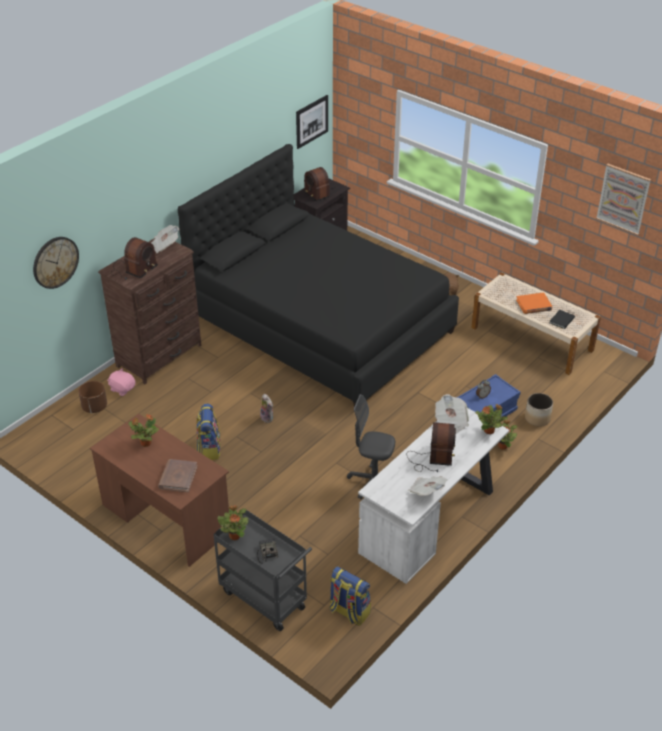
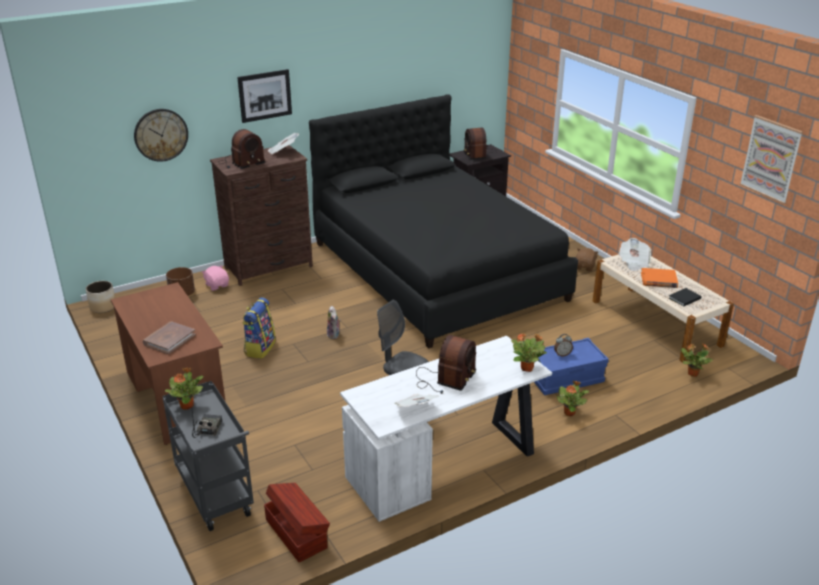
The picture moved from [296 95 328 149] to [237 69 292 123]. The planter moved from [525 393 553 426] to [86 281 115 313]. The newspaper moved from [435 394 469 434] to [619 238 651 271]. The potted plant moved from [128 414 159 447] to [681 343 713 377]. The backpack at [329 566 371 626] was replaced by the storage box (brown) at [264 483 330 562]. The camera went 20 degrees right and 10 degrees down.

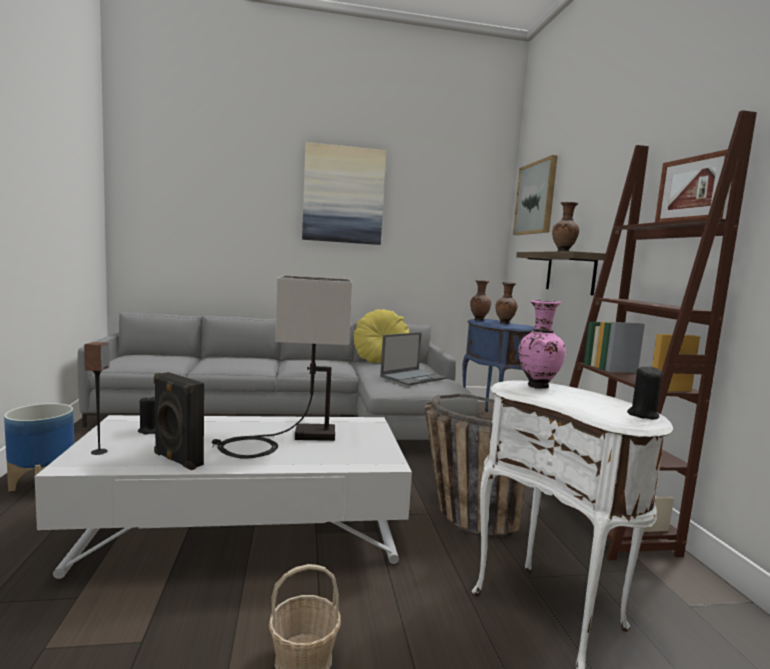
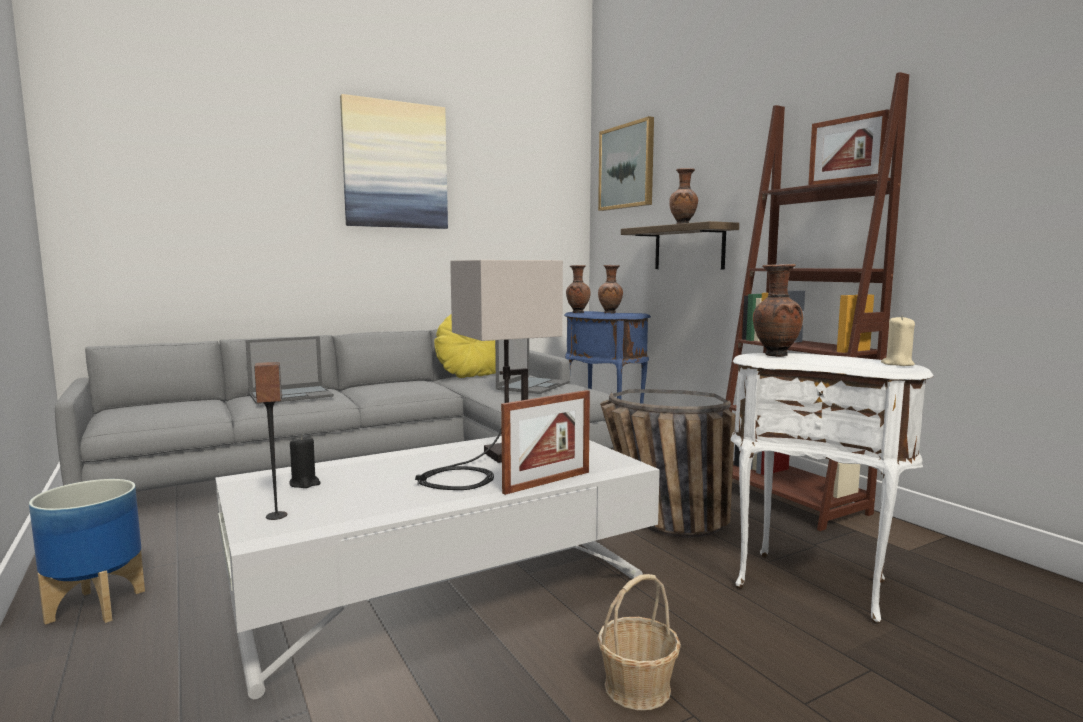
The vase (pink) at [518 300 566 389] became the vase (brown) at [753 264 803 357]. The candle (black) at [627 365 663 419] became the candle (beige) at [881 315 915 366]. The speaker (black) at [154 372 204 470] disappeared. The laptop at [245 336 334 404] appeared. The picture frame at [501 390 590 495] appeared. The camera went 20 degrees left and 0 degrees up.

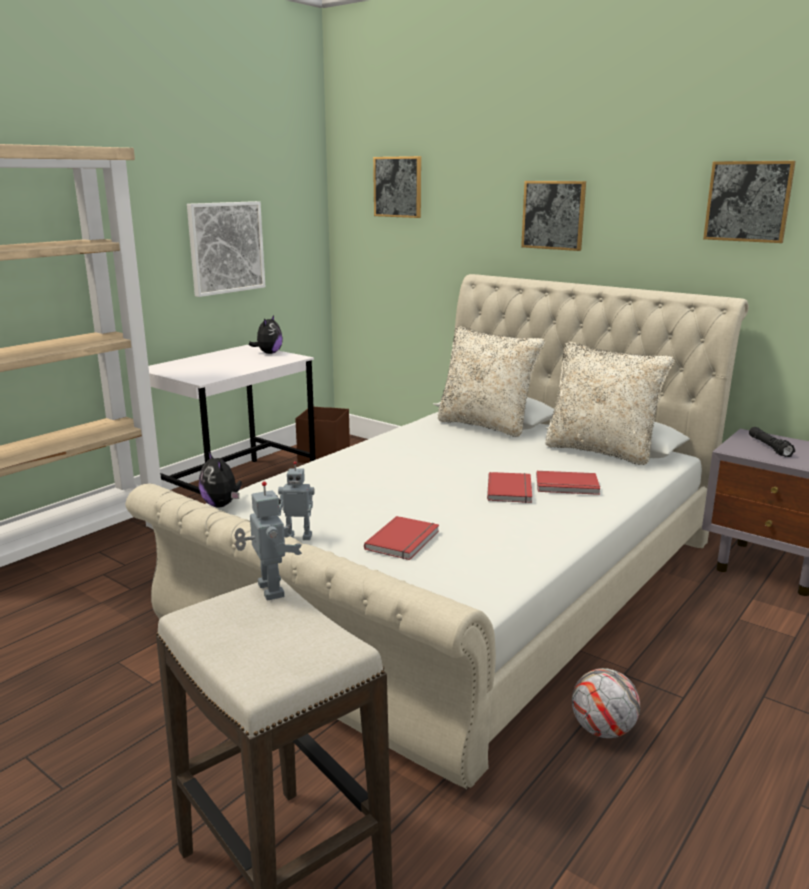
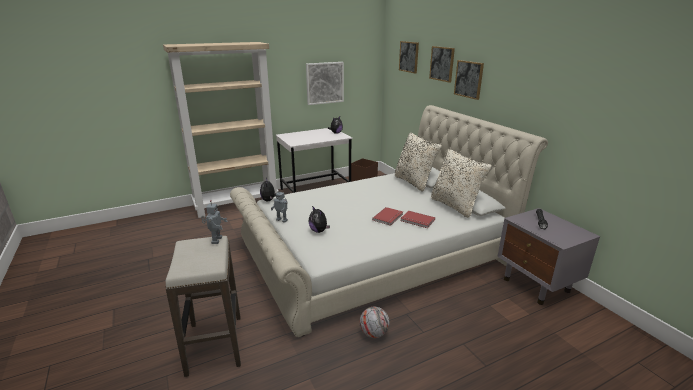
The picture moved from [703 161 796 243] to [429 46 455 83]. The book (red) at [364 516 439 560] was replaced by the plush toy at [309 206 330 233]. The camera went 25 degrees right and 5 degrees up.

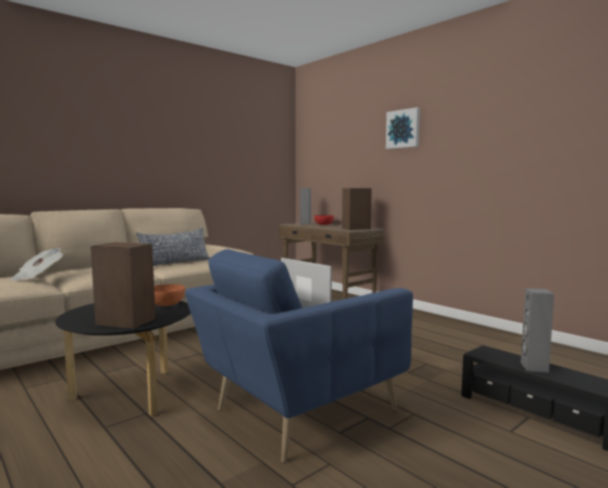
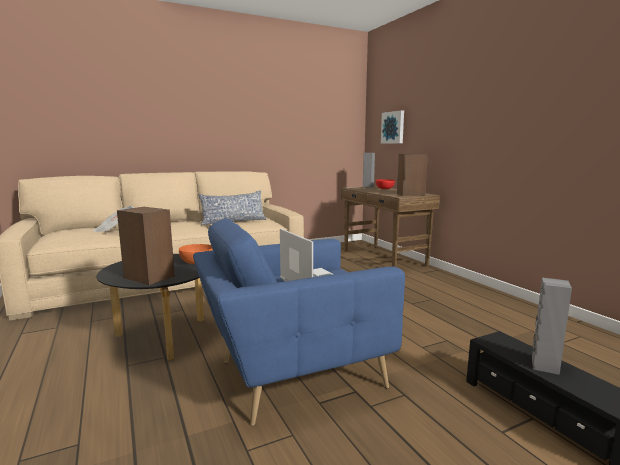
The picture moved from [386 107 420 149] to [381 110 404 144]. The camera went 15 degrees right and 5 degrees up.

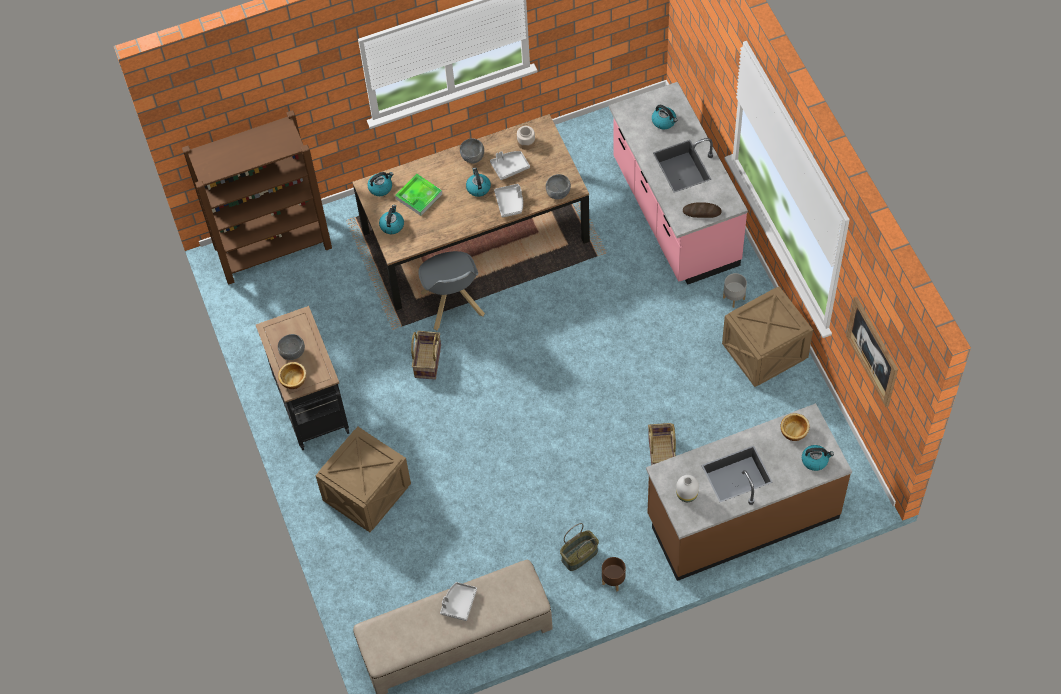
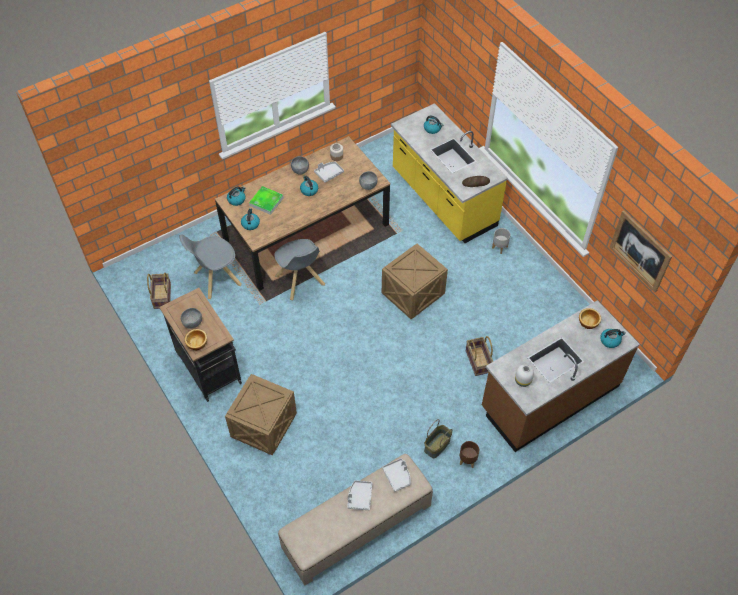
The counter (pink) at [609 82 748 285] became the counter (yellow) at [391 103 508 243]. The bookcase (brown) at [182 110 332 284] disappeared. The tray (grey) moved from [494 184 523 218] to [382 458 411 492]. The crate moved from [722 286 813 387] to [382 244 448 319]. The basket moved from [411 331 441 380] to [147 273 171 309]. The chair (grey) at [179 234 242 299] appeared. The camera went 15 degrees left and 5 degrees down.

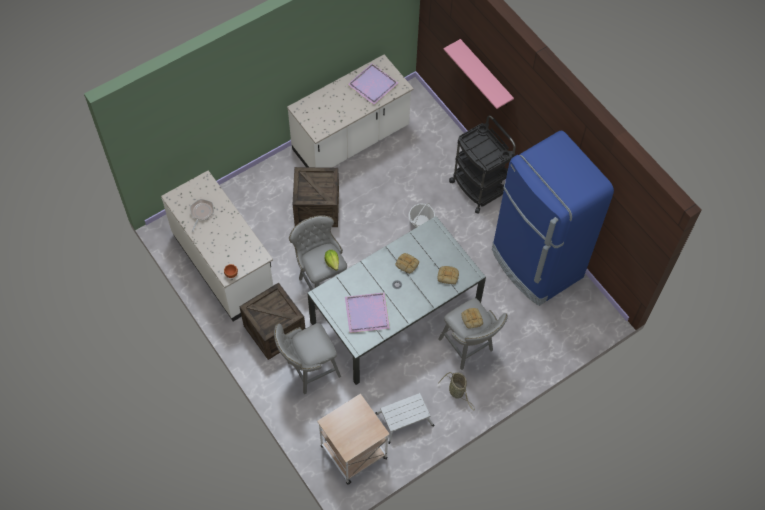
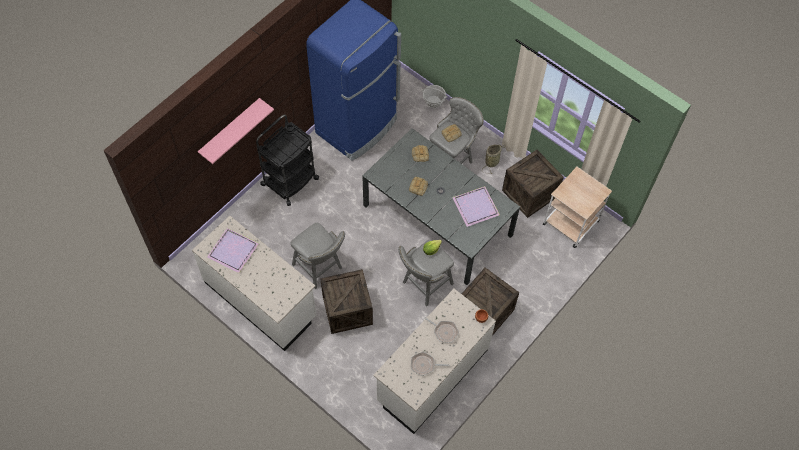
The basket moved from [408 203 435 228] to [422 85 447 108]. The stool (grey) moved from [274 323 341 394] to [290 223 345 289]. The step ladder (white) at [375 393 435 444] was replaced by the crate at [502 150 564 218]. The frying pan at [424 318 459 343] appeared. The camera went 105 degrees left and 0 degrees up.

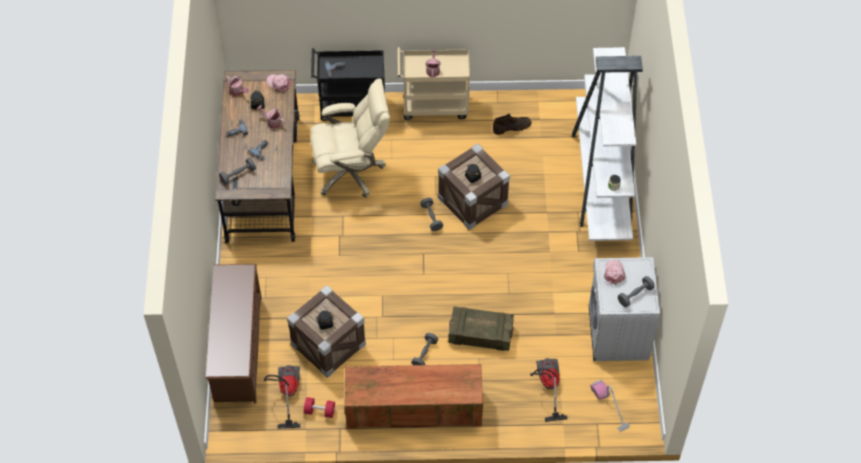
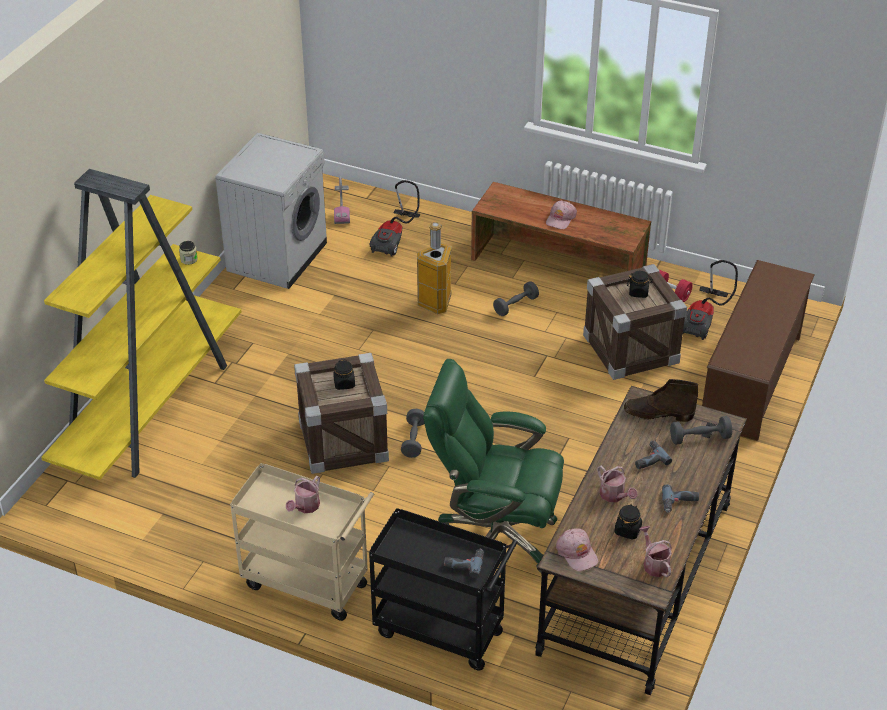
The bookcase (white) at [572 47 643 241] became the bookcase (yellow) at [41 169 242 480]. The office chair (beige) at [311 78 390 198] became the office chair (green) at [423 359 564 573]. The boot (brown) moved from [493 113 531 135] to [624 379 698 422]. The cap (pink) moved from [604 259 626 285] to [546 201 577 229]. The dumbbell (grey) at [618 276 655 307] disappeared. The crate at [448 306 514 351] was replaced by the trash can at [417 222 452 314]. The camera went 155 degrees left and 15 degrees down.

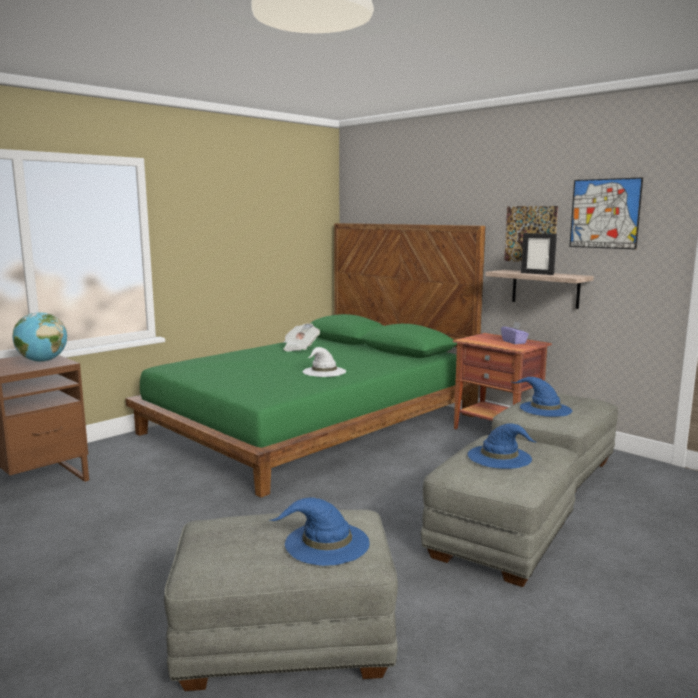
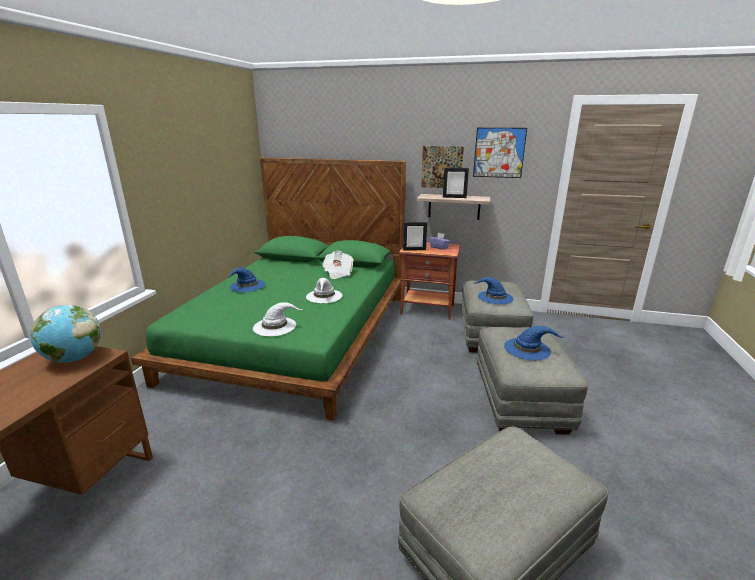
The newspaper moved from [283 323 320 351] to [322 251 354 279]. The hat (blue) moved from [270 497 370 566] to [227 268 265 292]. The picture frame at [403 222 427 251] appeared. The hat (white) at [253 302 303 336] appeared. The camera went 30 degrees left and 10 degrees up.

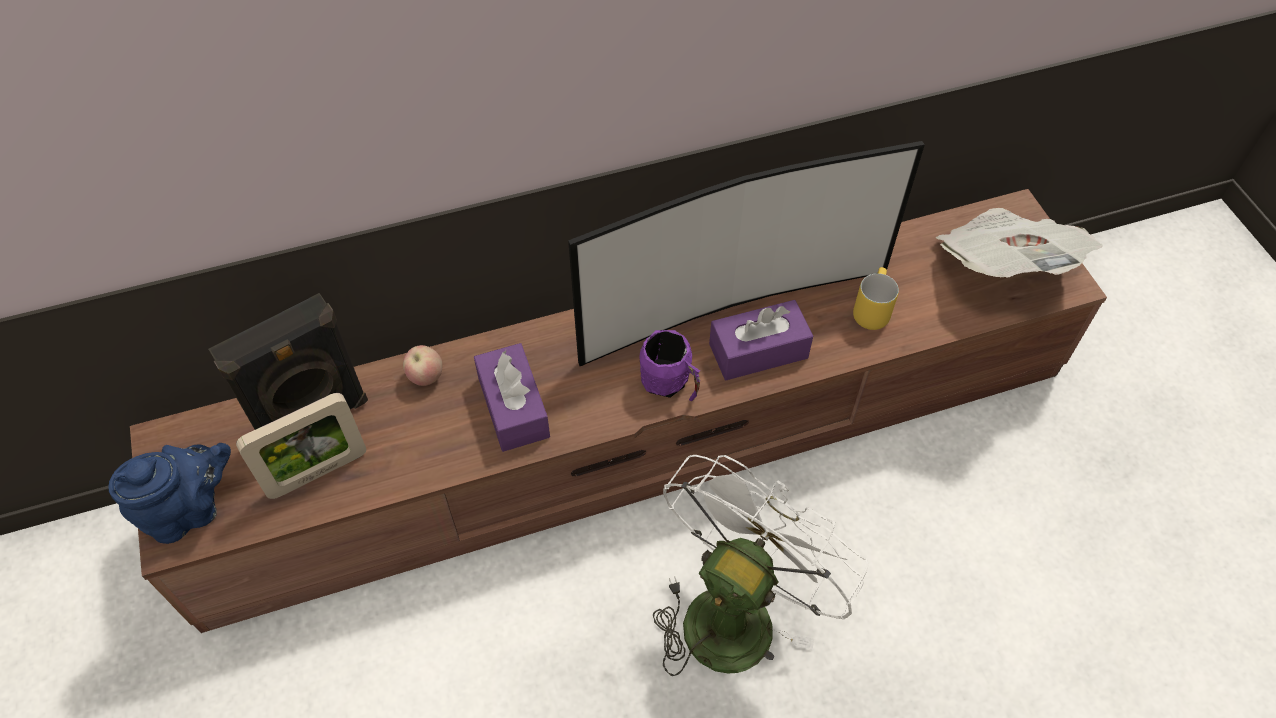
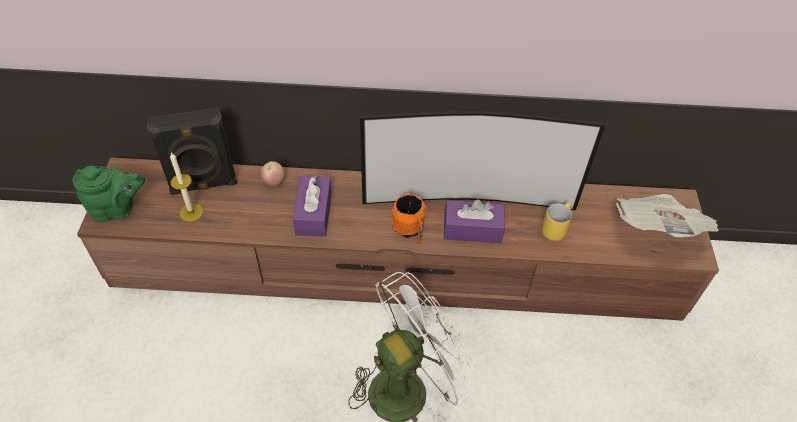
The mug (purple) at [639 330 700 401] became the mug (orange) at [392 193 426 244]. The picture frame at [236 393 366 499] was replaced by the candle at [170 152 203 222]. The teapot (blue) at [108 443 231 544] became the teapot (green) at [72 166 145 222]. The camera went 20 degrees right and 5 degrees down.

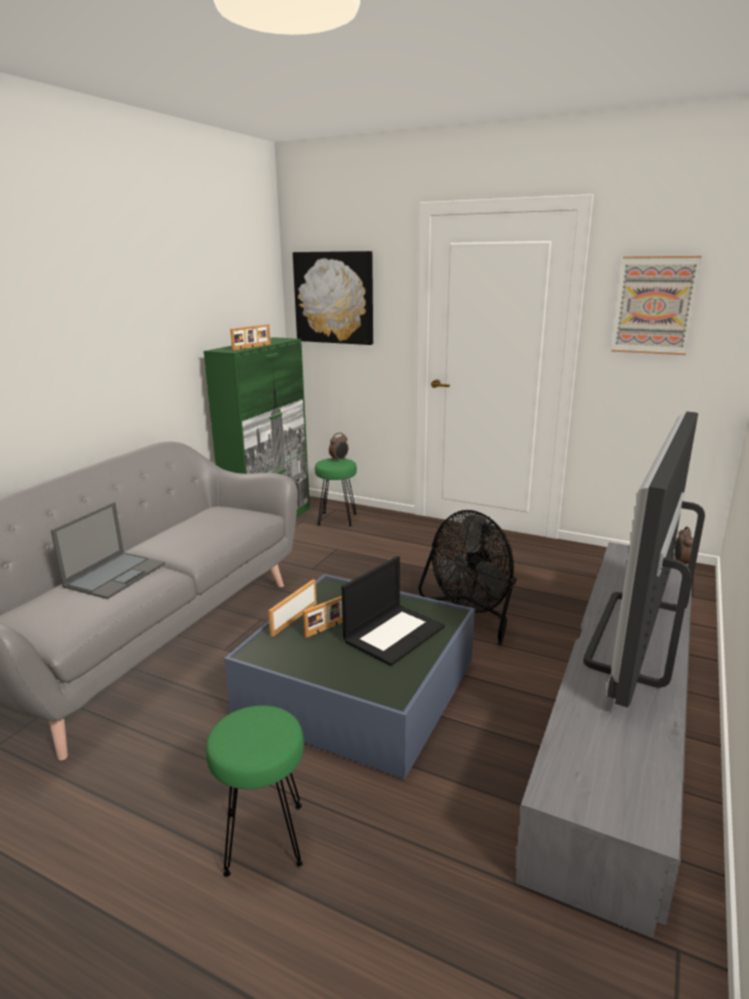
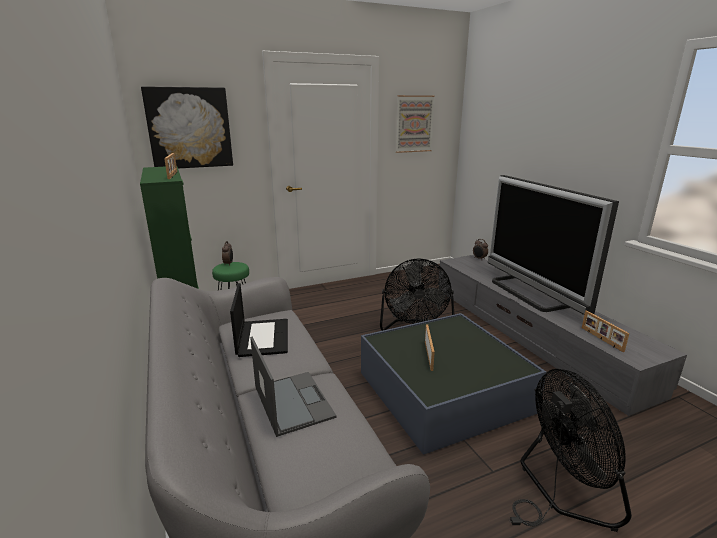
The laptop moved from [342 556 445 666] to [230 283 288 357]. The picture frame moved from [268 579 317 637] to [582 311 630 352]. The stool (green) at [206 706 304 877] was replaced by the fan (black) at [508 369 632 532]. The camera went 50 degrees left and 0 degrees up.

